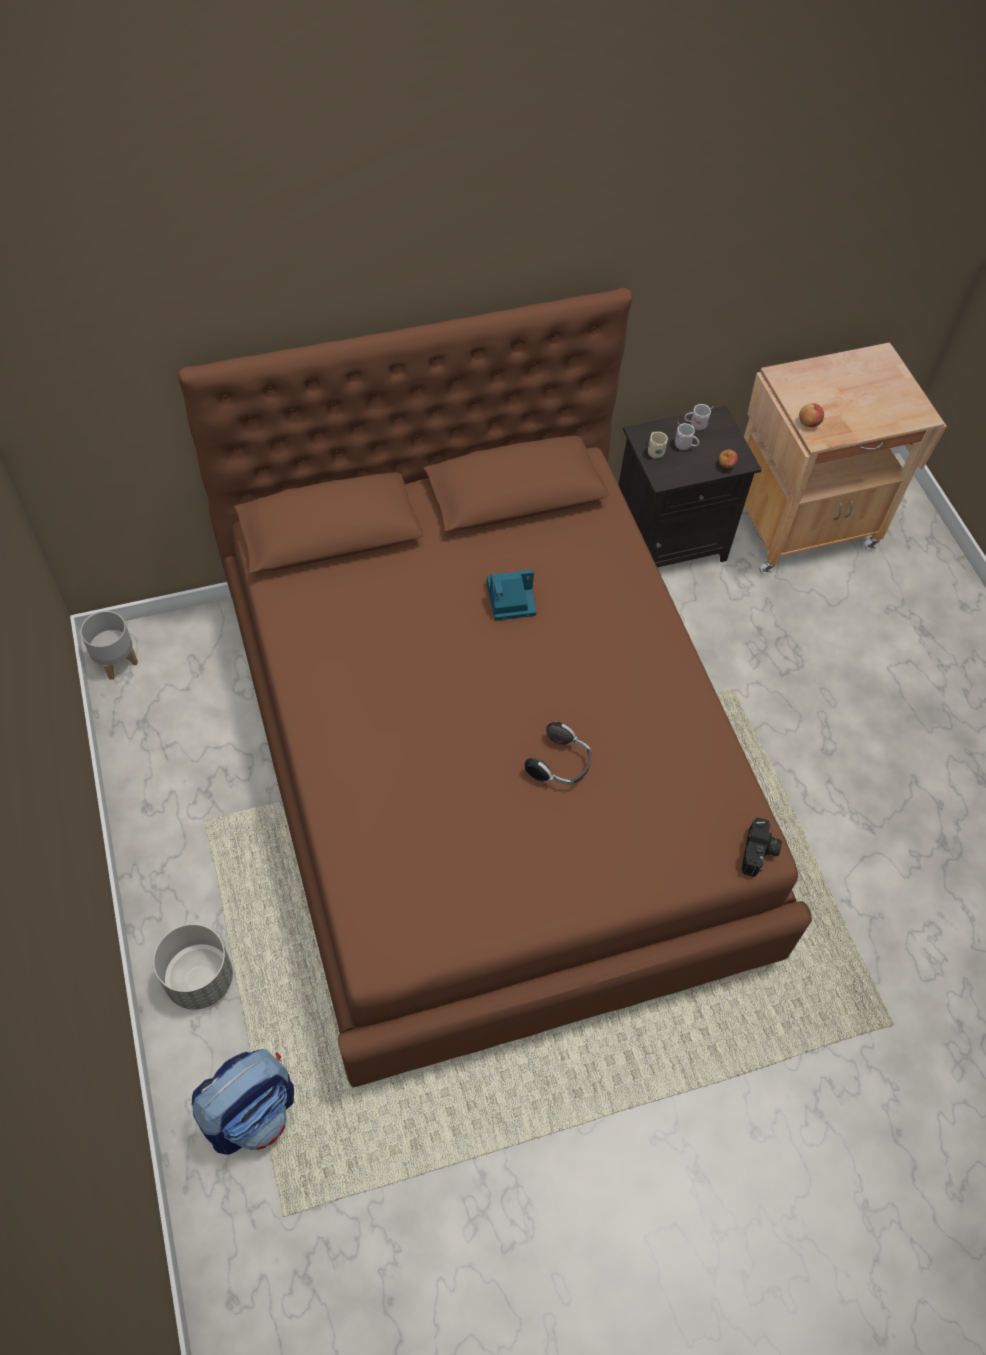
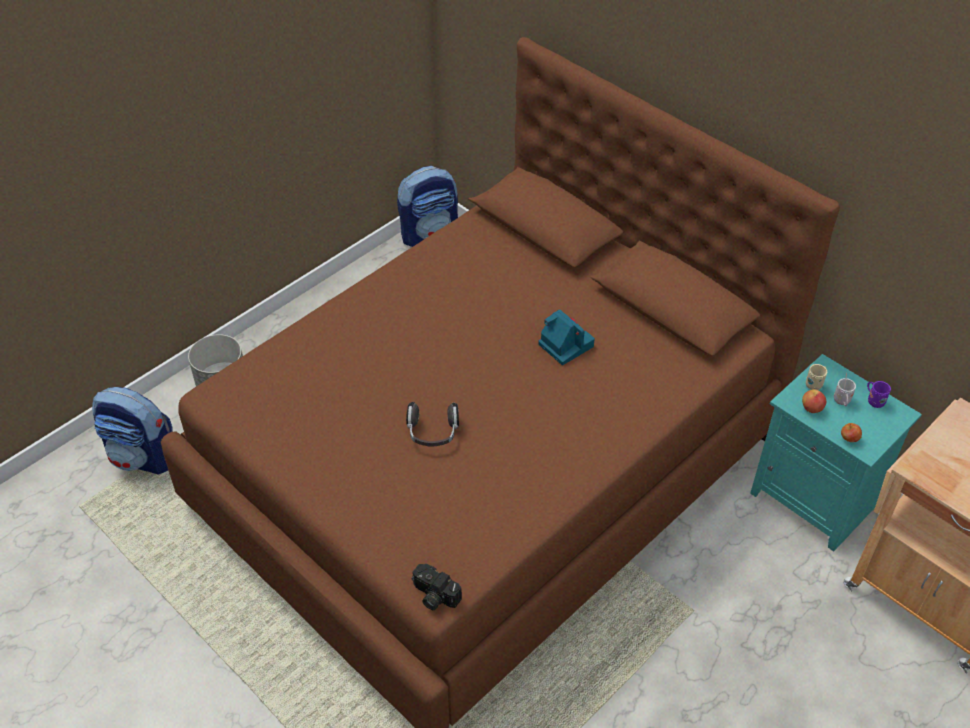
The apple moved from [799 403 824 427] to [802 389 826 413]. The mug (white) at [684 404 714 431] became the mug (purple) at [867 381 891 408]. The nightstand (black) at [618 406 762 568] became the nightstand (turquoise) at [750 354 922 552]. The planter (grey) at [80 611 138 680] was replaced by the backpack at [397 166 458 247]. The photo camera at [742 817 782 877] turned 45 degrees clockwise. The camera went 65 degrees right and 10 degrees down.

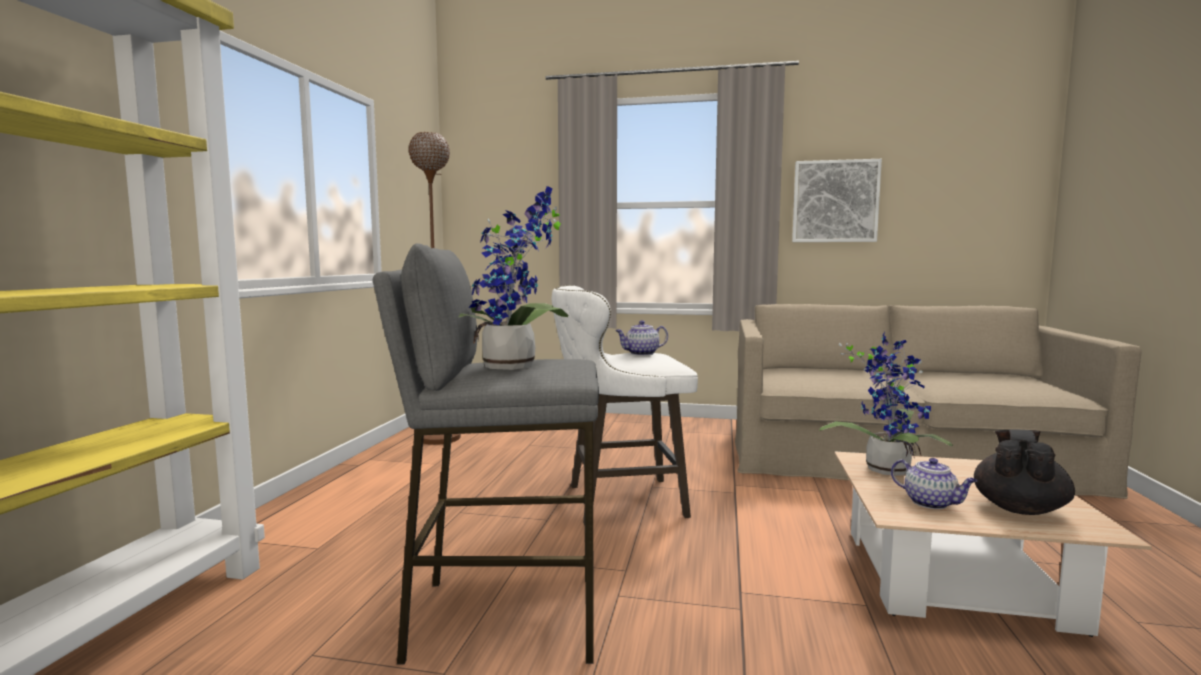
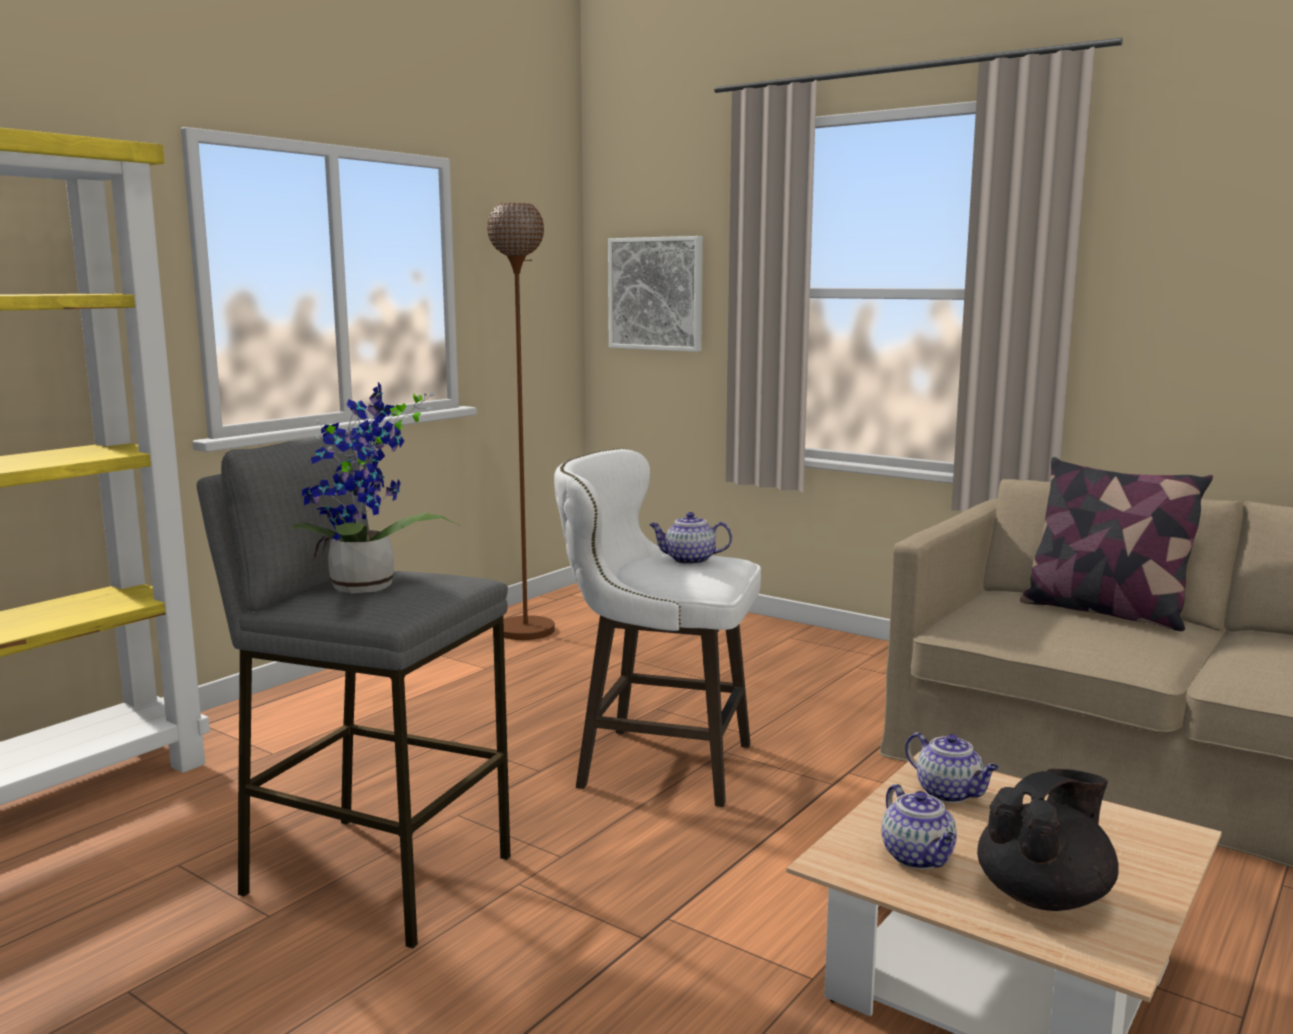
The picture moved from [792 159 882 242] to [608 236 703 352]. The potted plant at [819 332 953 476] was replaced by the teapot at [905 732 999 803]. The pillow at [1020 457 1213 631] appeared. The camera went 25 degrees right and 5 degrees up.

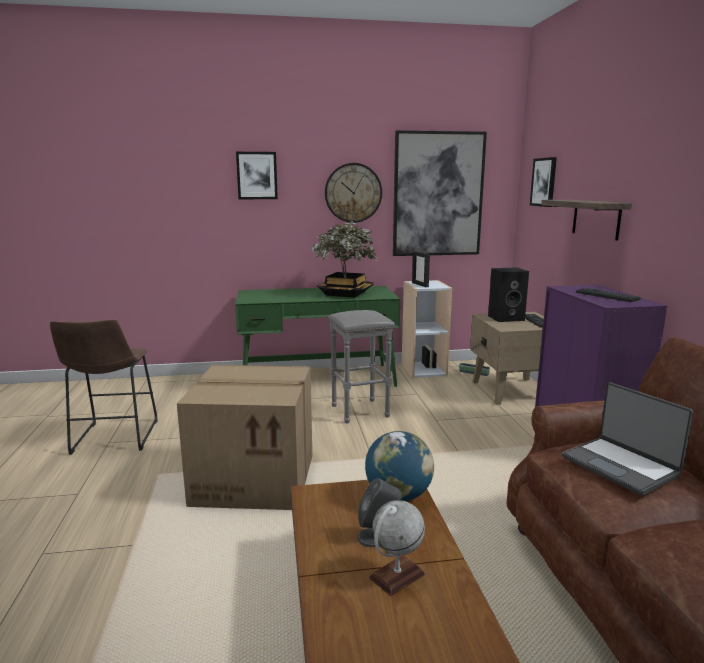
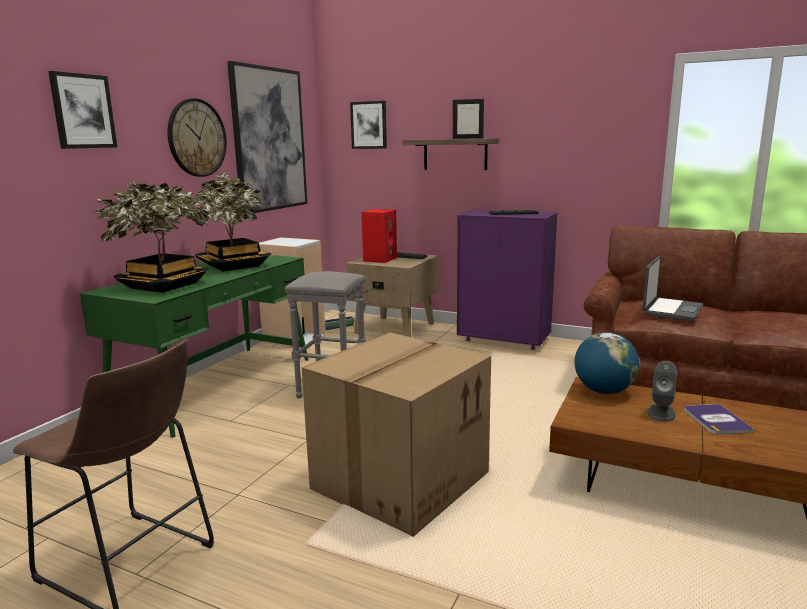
The picture frame moved from [412 251 430 287] to [453 99 484 139]. The speaker (black) at [488 267 529 322] became the speaker (red) at [361 209 397 263]. The laptop at [562 382 693 496] turned 60 degrees counterclockwise. The globe at [369 500 425 596] was replaced by the book at [684 404 754 435]. The potted plant at [91 181 210 293] appeared. The camera went 55 degrees left and 0 degrees up.

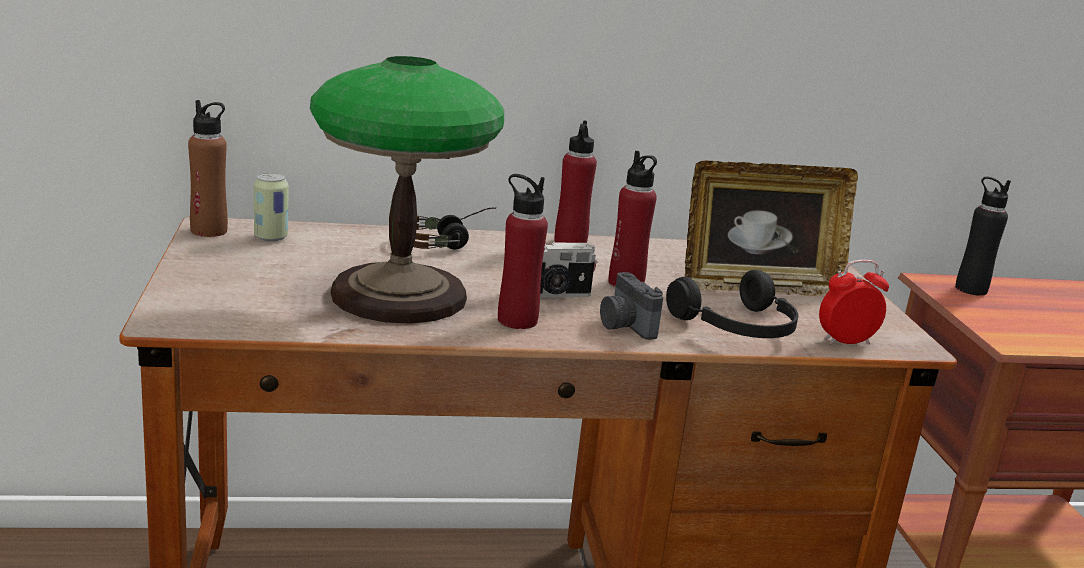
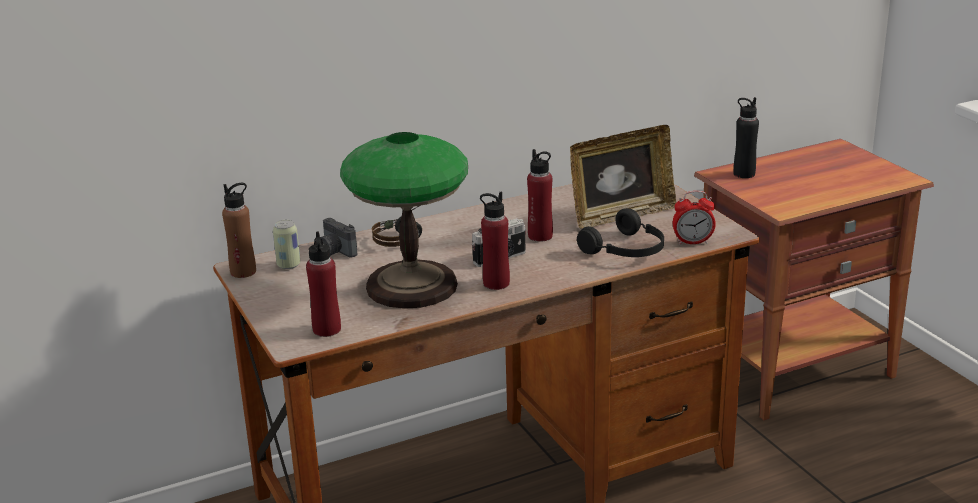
The bottle (red) moved from [554 120 597 243] to [306 231 341 337]. The alarm clock at [819 260 889 345] turned 150 degrees counterclockwise. The photo camera moved from [600 272 663 340] to [320 218 357 258]. The camera went 15 degrees left and 5 degrees up.

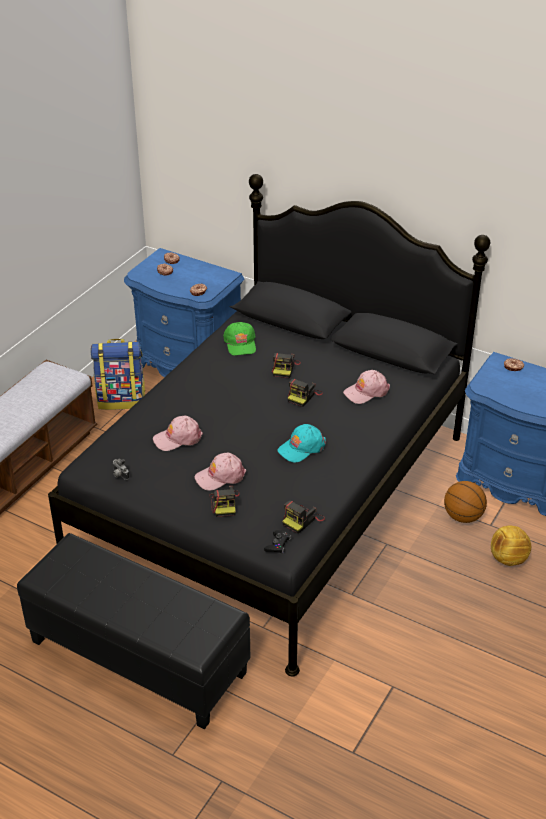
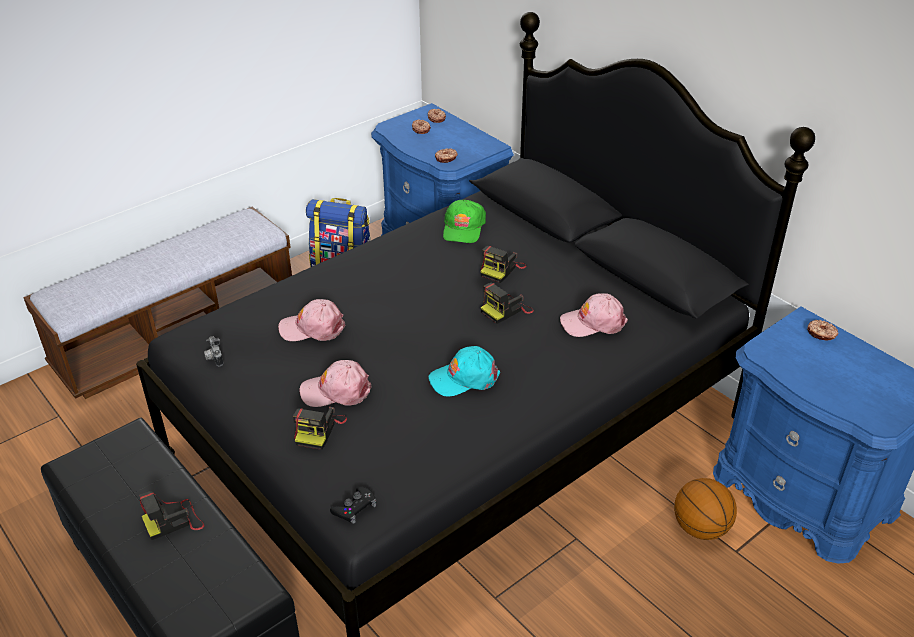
The photo camera moved from [282 501 325 534] to [140 491 205 540]. The football at [491 526 531 566] disappeared. The camera went 20 degrees right and 0 degrees up.

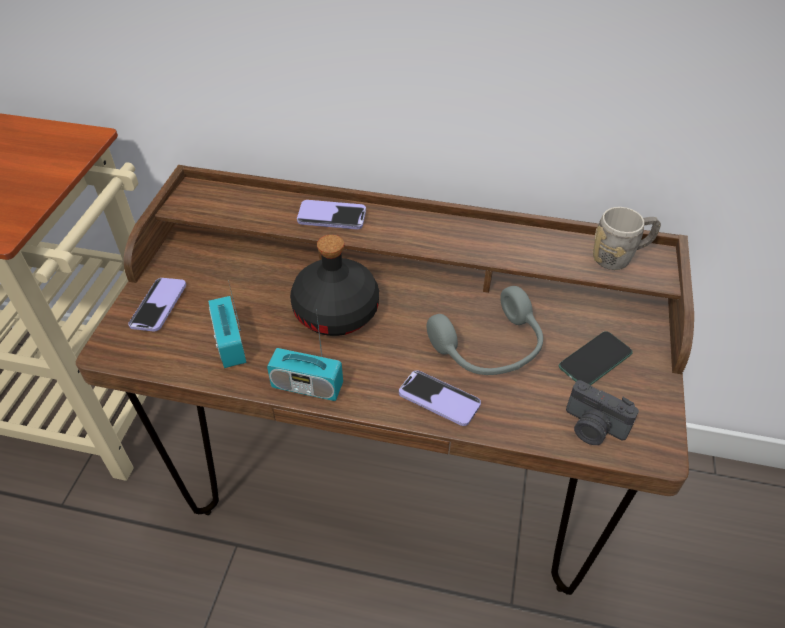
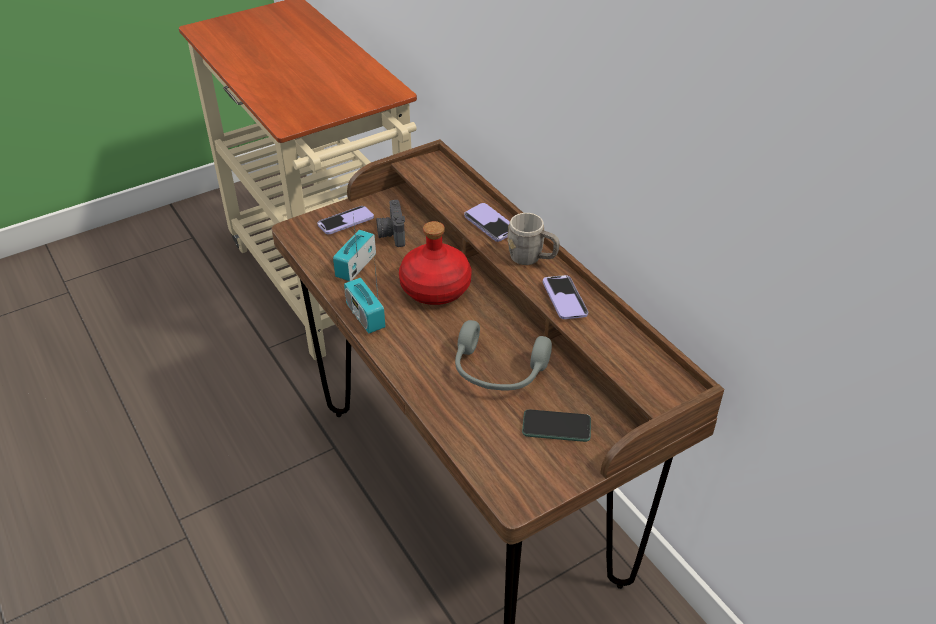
The mug (grey) moved from [593 207 661 270] to [508 213 560 265]. The bottle (black) at [290 235 379 336] became the bottle (red) at [399 221 471 305]. The phone moved from [399 370 481 426] to [543 275 588 319]. The photo camera moved from [566 380 639 445] to [376 200 405 247]. The camera went 45 degrees right and 5 degrees down.

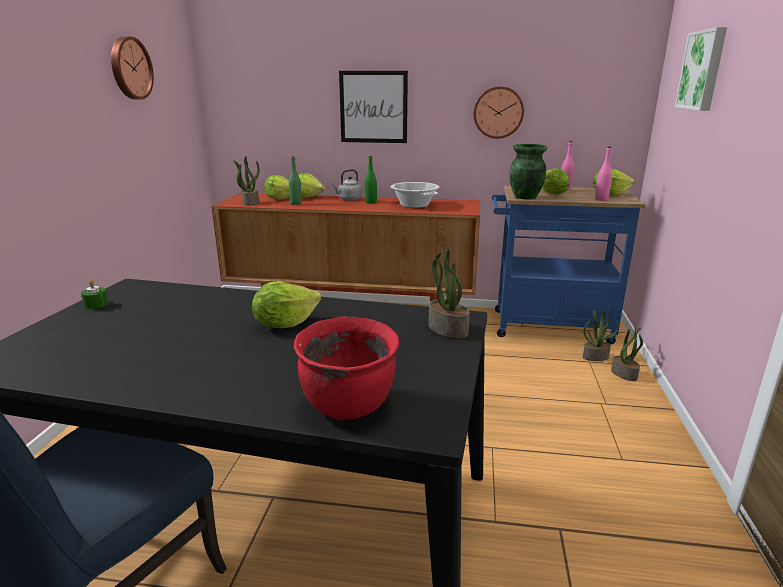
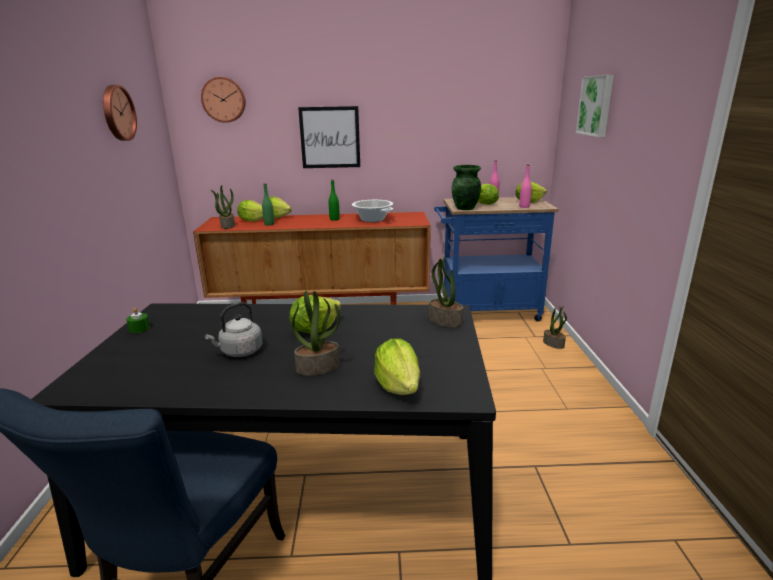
The wall clock moved from [474 86 524 139] to [201 77 246 123]. The kettle (grey) moved from [332 169 362 201] to [205 302 262 357]. The potted plant moved from [583 310 619 361] to [292 291 340 376]. The cooking pot (red) at [294 316 399 420] was replaced by the lettuce at [374 339 420 395]. The camera went 10 degrees left and 0 degrees up.

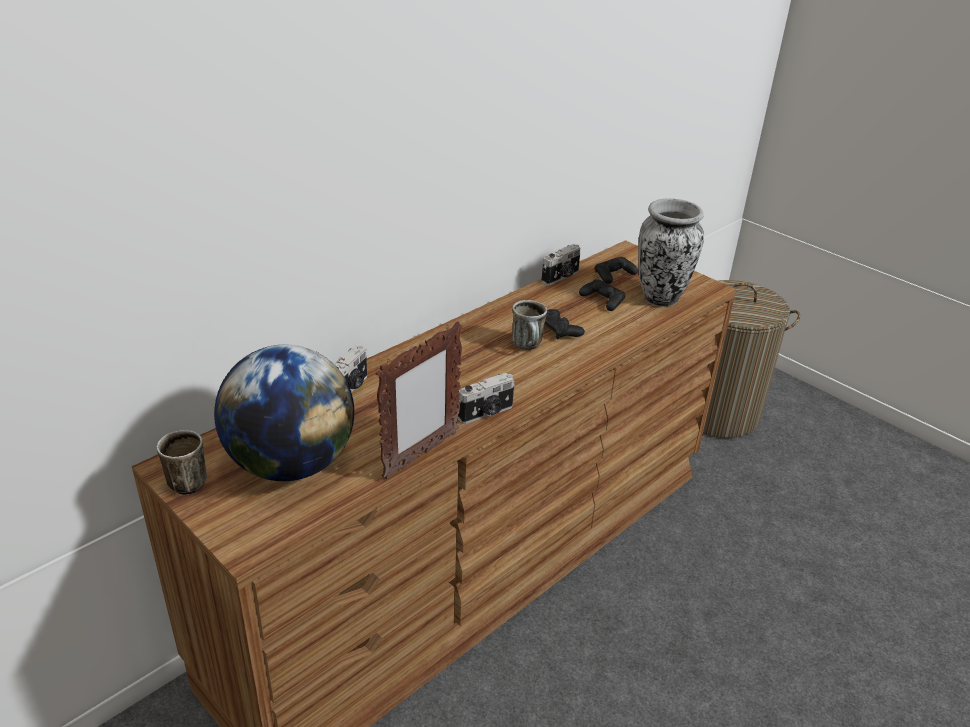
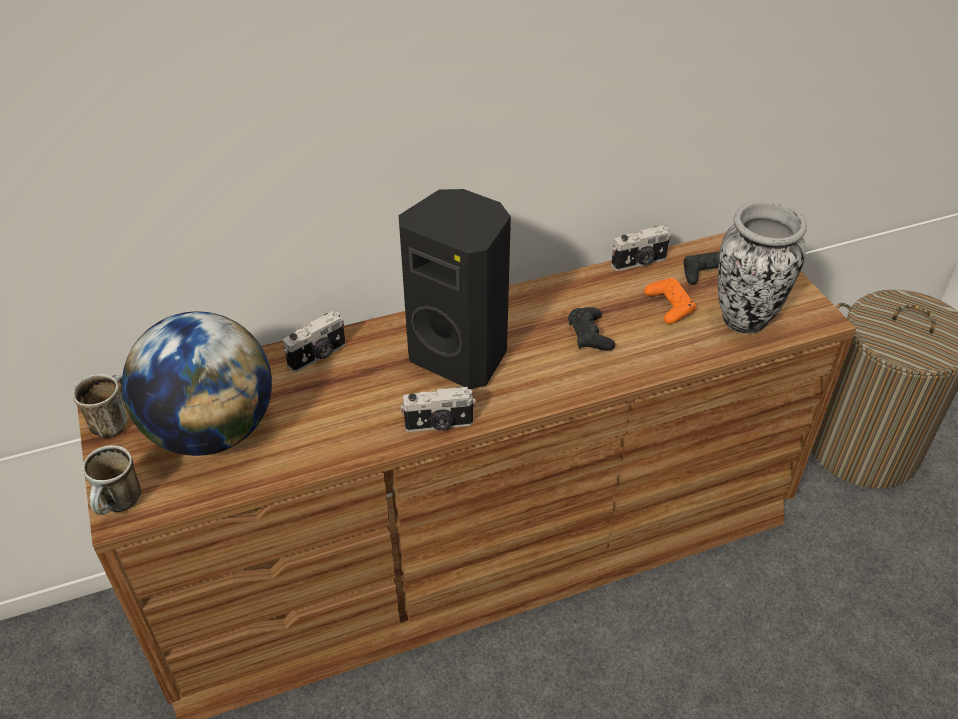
The game controller (black) at [579 279 626 311] became the game controller (orange) at [644 278 696 324]. The mug moved from [512 300 547 350] to [82 445 141 515]. The picture frame at [376 321 463 479] disappeared. The speaker (black) at [399 189 511 389] appeared. The camera went 25 degrees right and 10 degrees up.

